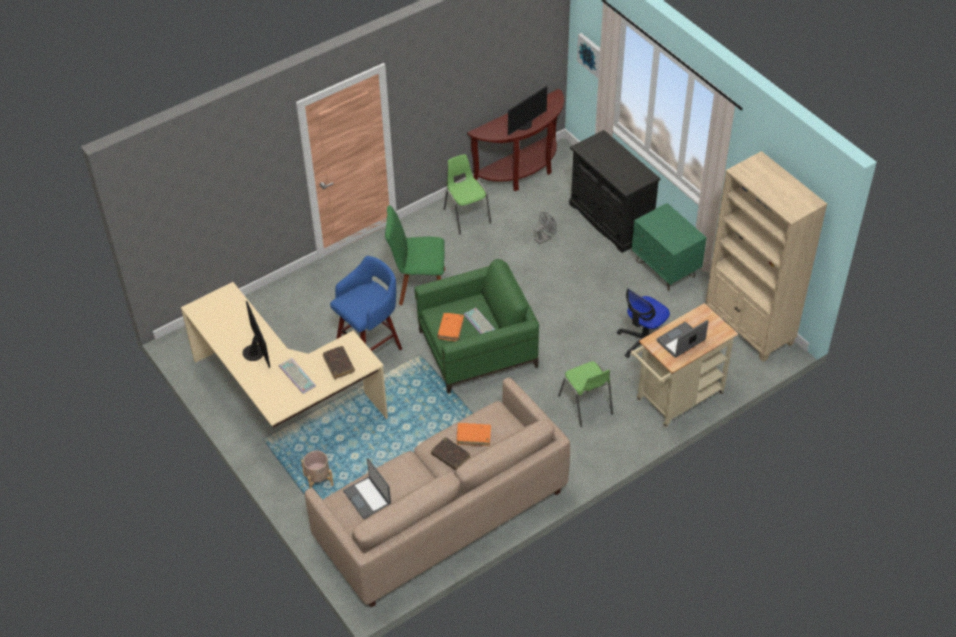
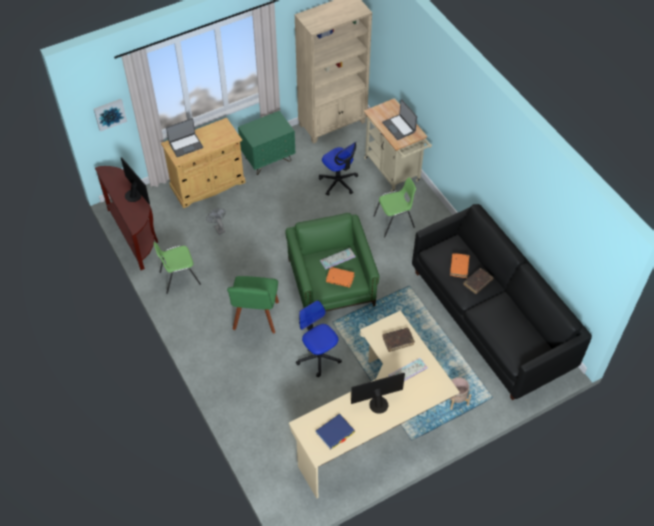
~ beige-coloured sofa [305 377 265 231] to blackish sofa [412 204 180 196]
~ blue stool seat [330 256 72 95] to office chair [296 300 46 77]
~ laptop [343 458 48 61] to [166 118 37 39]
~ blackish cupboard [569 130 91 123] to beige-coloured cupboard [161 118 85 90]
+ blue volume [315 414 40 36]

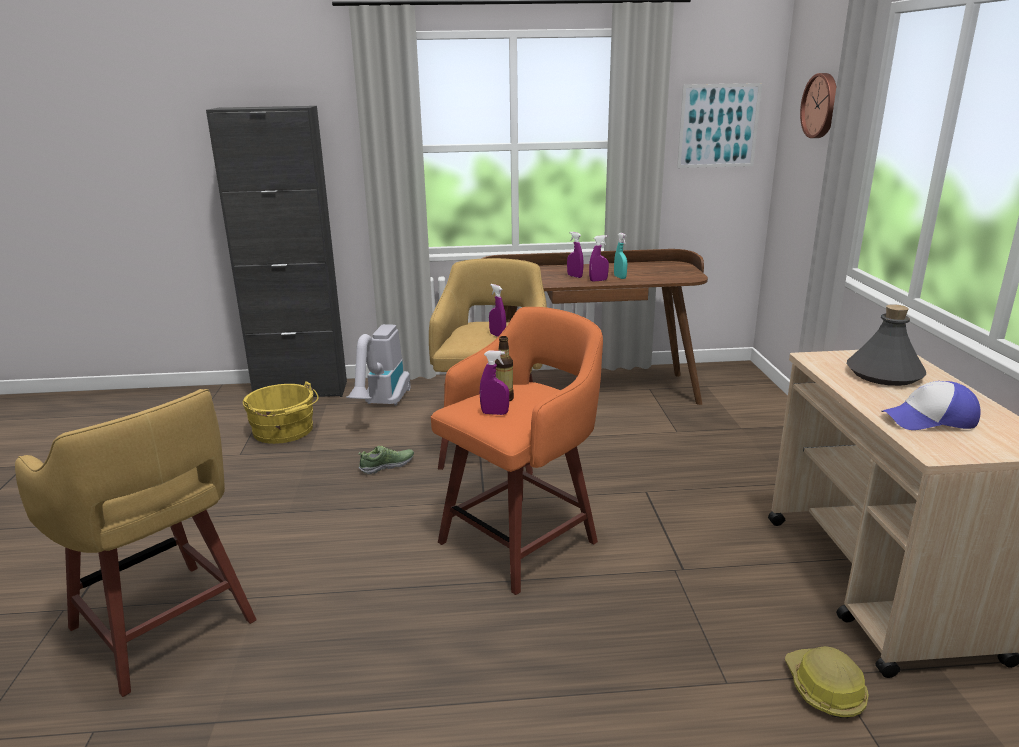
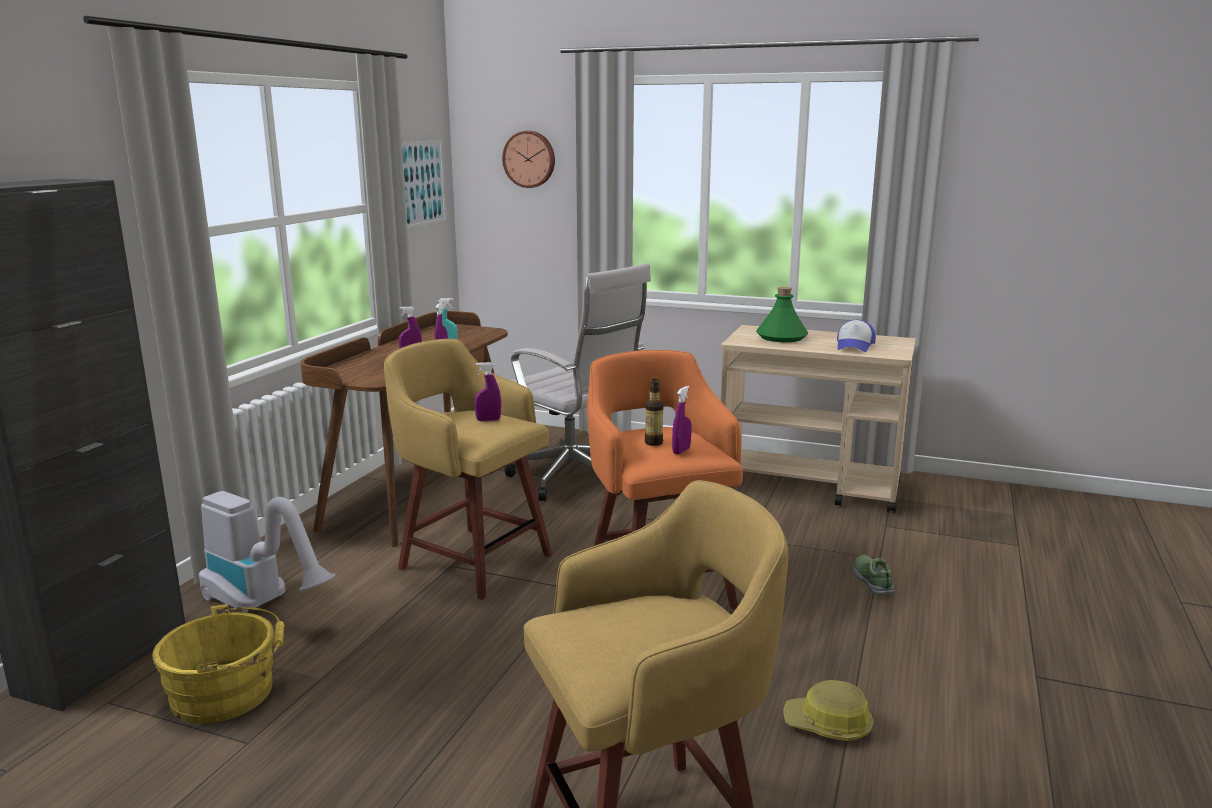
~ low shoe [359 446 55 29] to [853 555 42 40]
~ hard hat [785 646 84 72] to [783 680 91 61]
~ grey beverage bottle [847 304 79 82] to greenish beverage bottle [756 287 52 55]
+ white office chair [504 263 147 238]

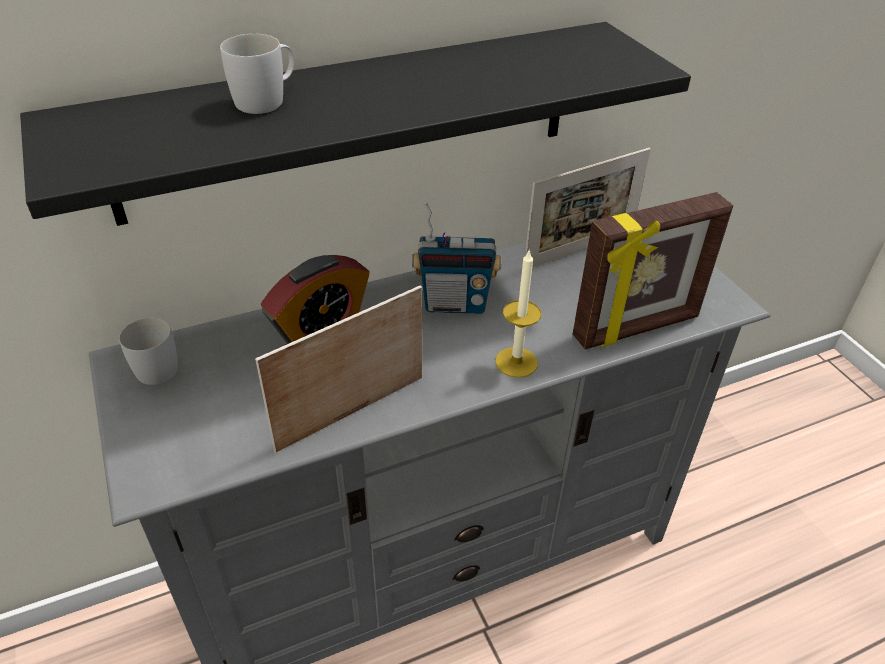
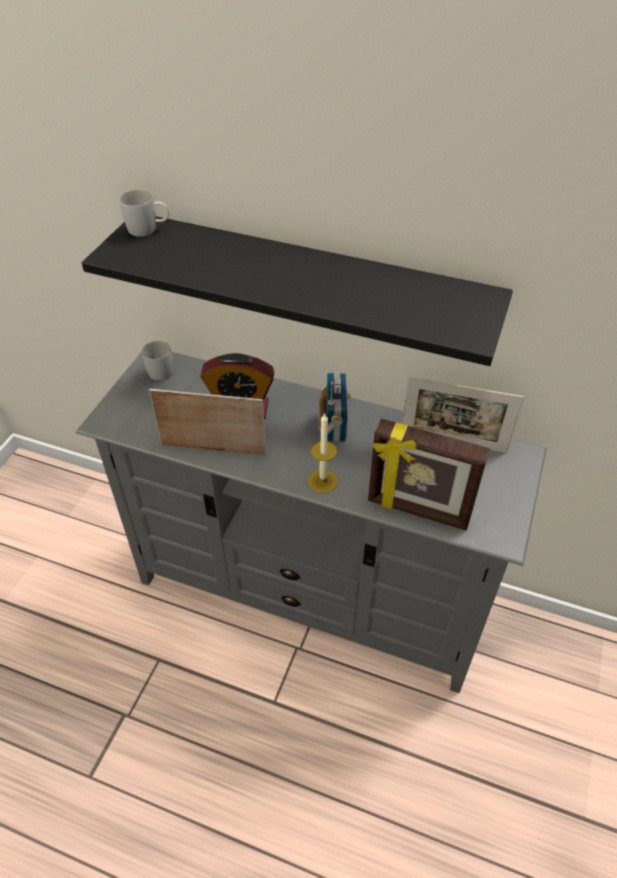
~ white mug [220 34 75 80] to [119 189 50 48]
~ radio receiver [412 202 89 112] = [319 373 31 69] 135 degrees counterclockwise

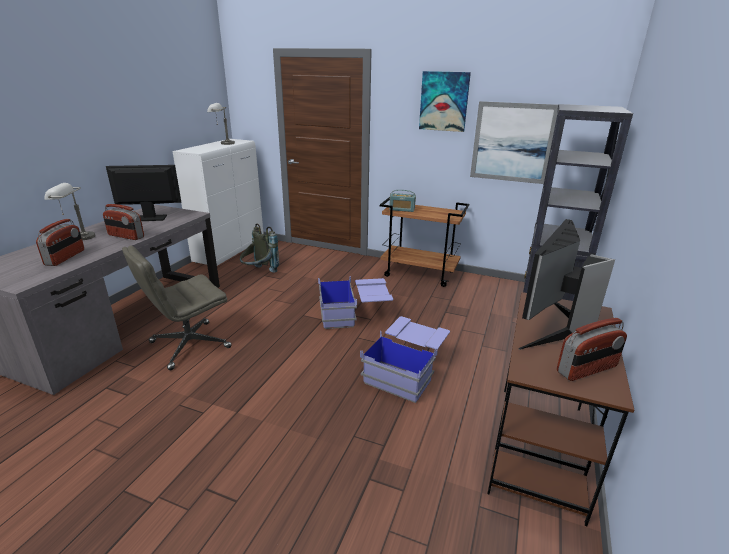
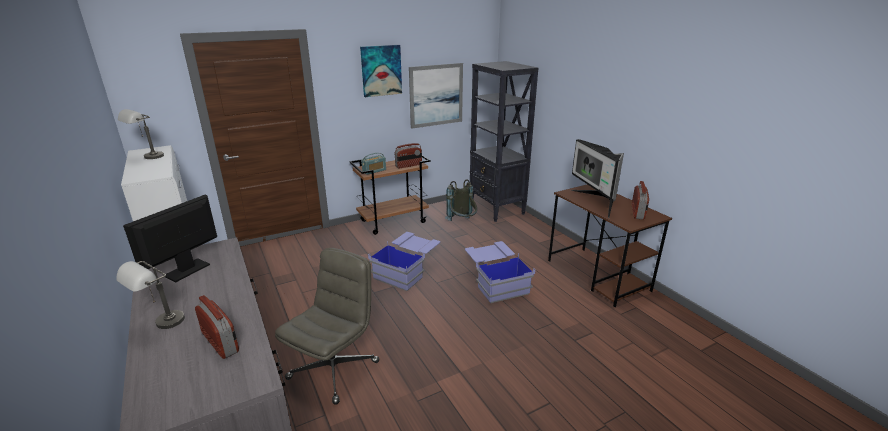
~ radio receiver [103 204 41 36] to [394 143 28 26]
~ grey office chair [122 245 110 125] = [275 248 105 157] 150 degrees counterclockwise
~ grey backpack [240 223 39 50] to [445 179 32 42]

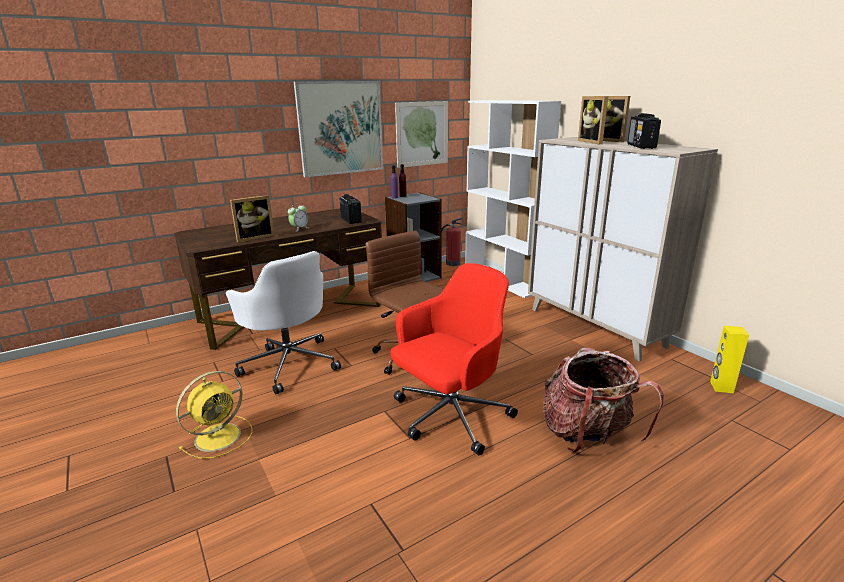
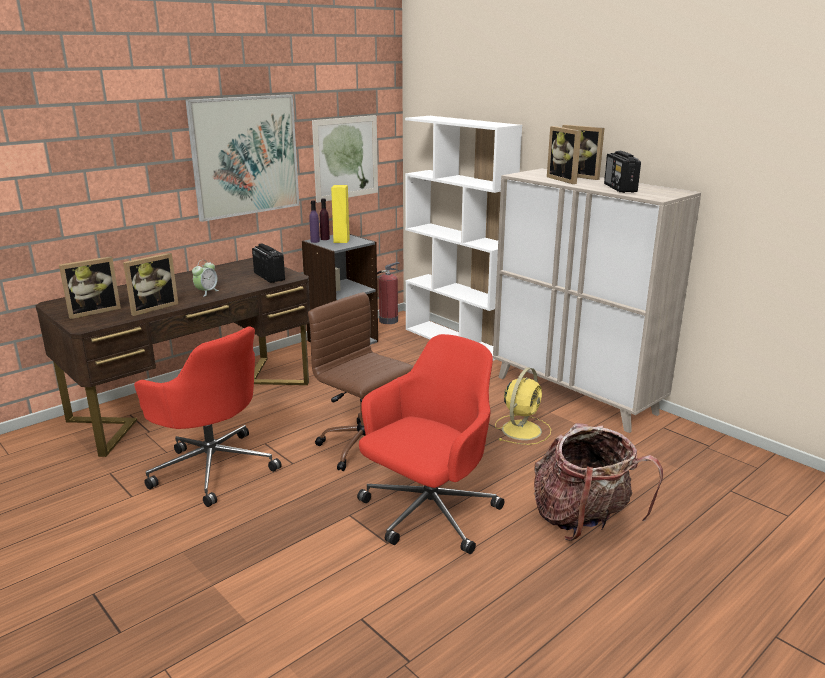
~ yellowish fan [176 371 76 88] to [495 368 56 77]
~ white office chair [226 251 115 143] to red office chair [134 326 148 181]
~ yellowish loudspeaker [710 326 39 68] to [331 185 19 58]
+ photo frame [59 256 62 63]

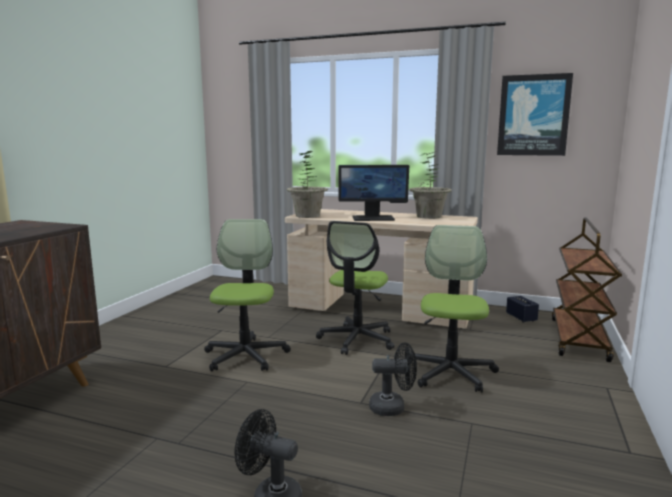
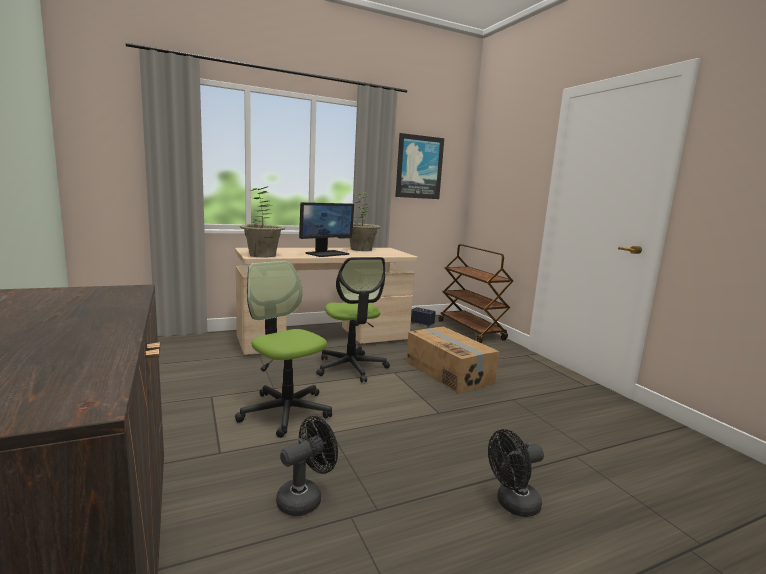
~ blackish fan [369 342 48 74] to [276 416 62 100]
~ office chair [409 225 90 168] to carton [406 327 93 66]

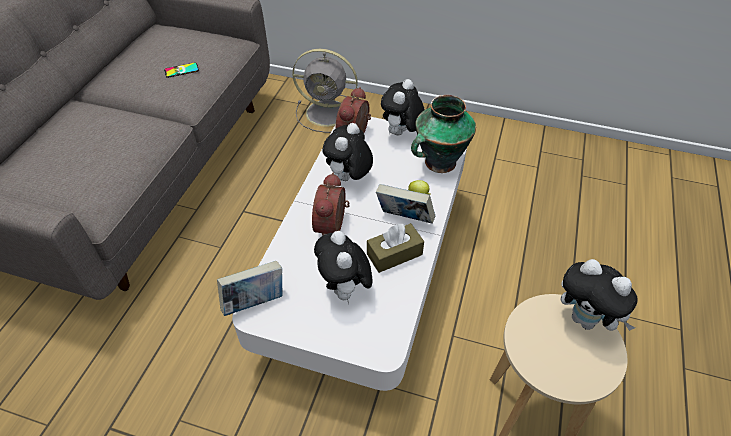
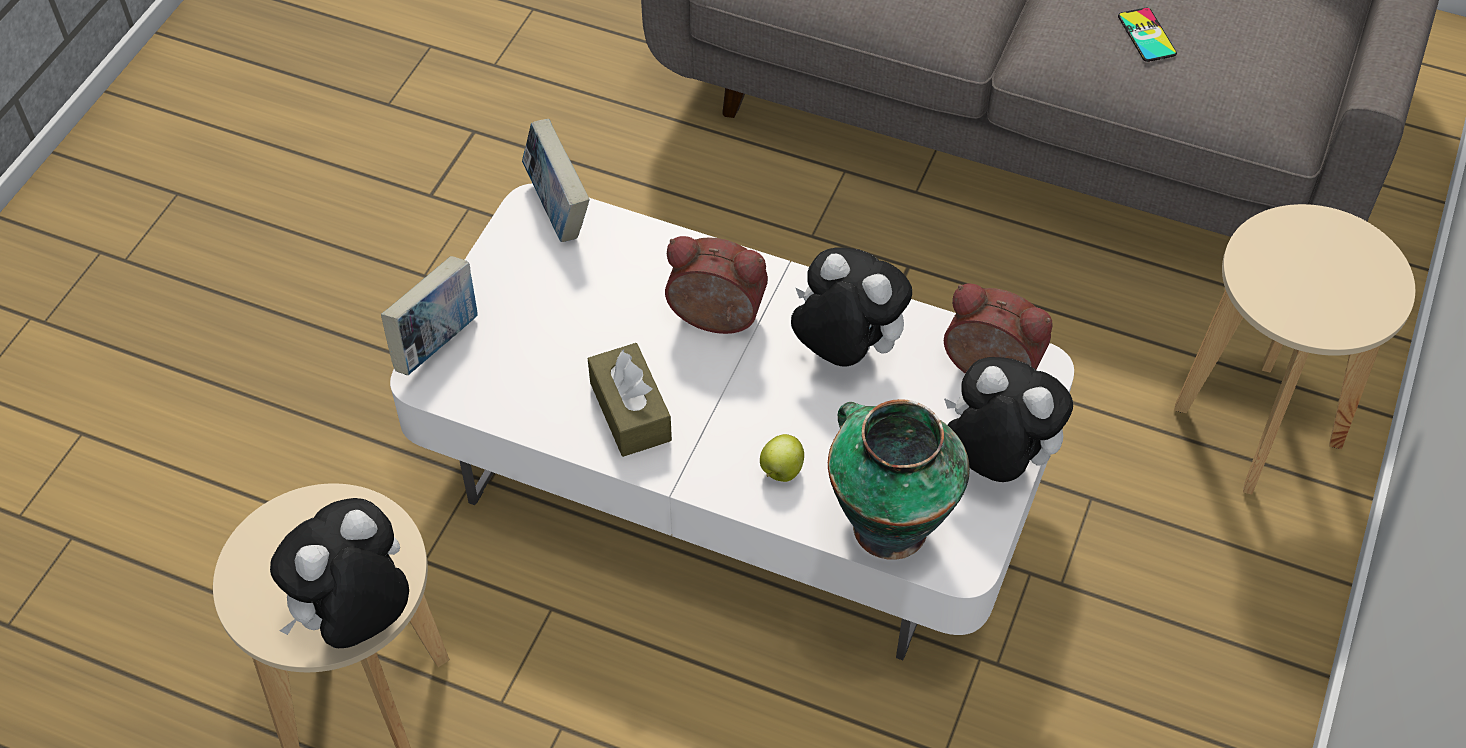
~ grey fan [292 49 66 84] to beige-coloured stool seat [1174 204 241 291]
- soft toy [314 231 58 74]
~ volume [376 184 59 39] to [381 256 97 119]

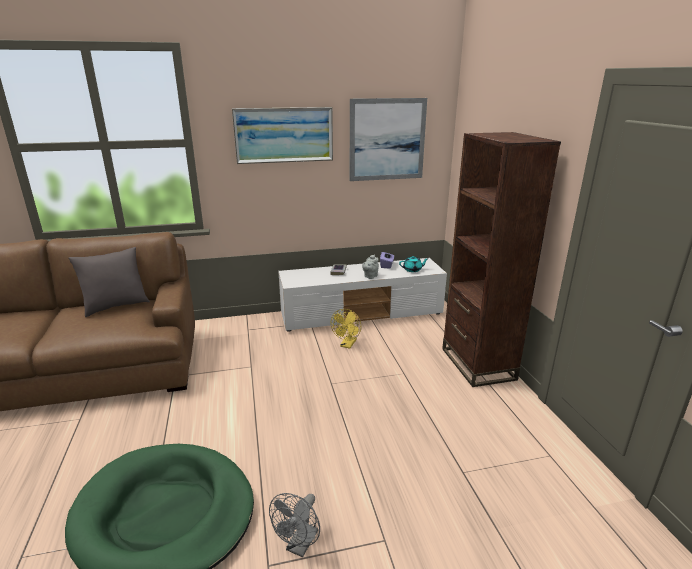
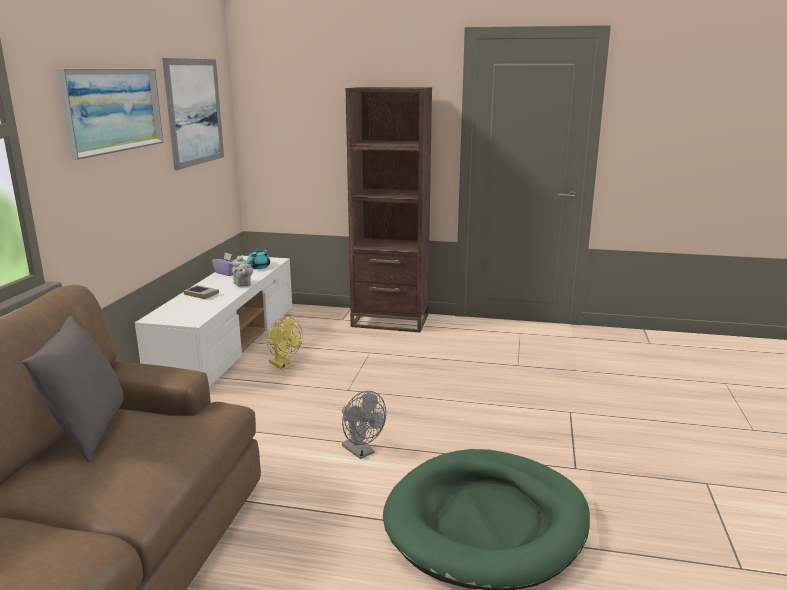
~ grey fan [269 493 51 64] to [342 391 44 68]

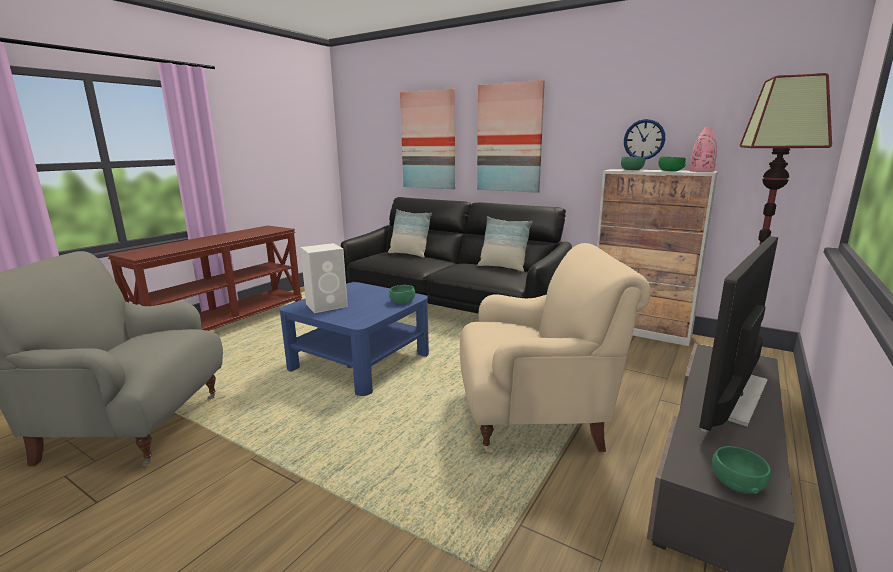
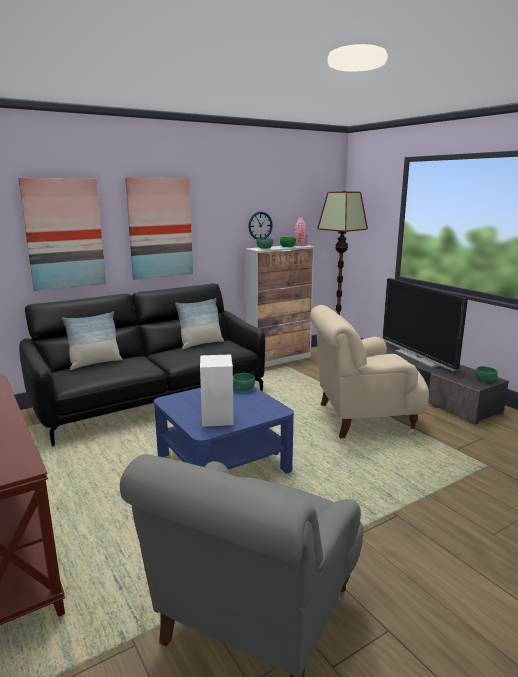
~ beige-coloured armchair [460 243 191 210] = [310 305 119 134] 120 degrees counterclockwise

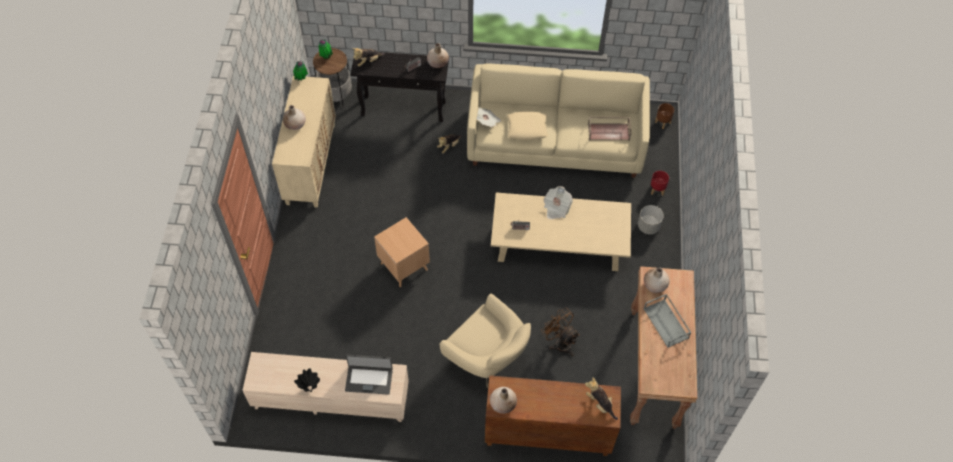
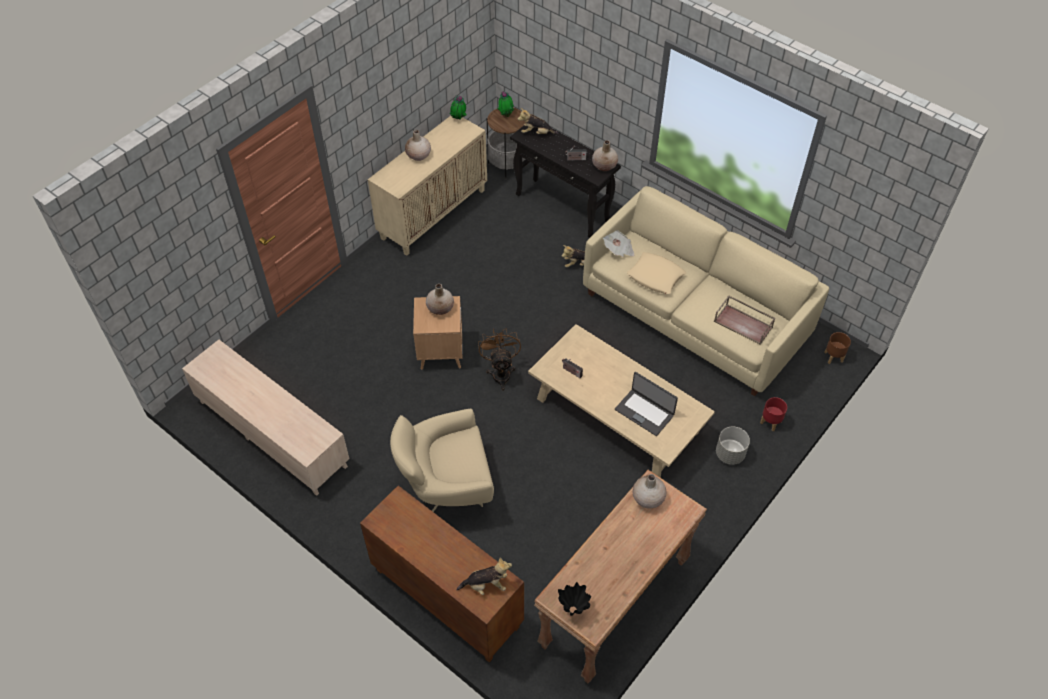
~ blackish decorative vase [294 368 26 24] to [558 582 33 34]
~ laptop [345 355 48 40] to [615 372 63 64]
~ beige-coloured armchair [440 293 91 90] = [390 409 104 103] 90 degrees clockwise
~ beige-coloured decorative vase [490 387 27 27] to [426 284 28 31]
~ brown fan [541 308 39 48] to [478 328 43 63]
- printed paper [543 186 30 33]
~ soft toy [585 377 33 43] = [457 557 55 38] 90 degrees clockwise
- grey serving tray [644 294 47 54]

